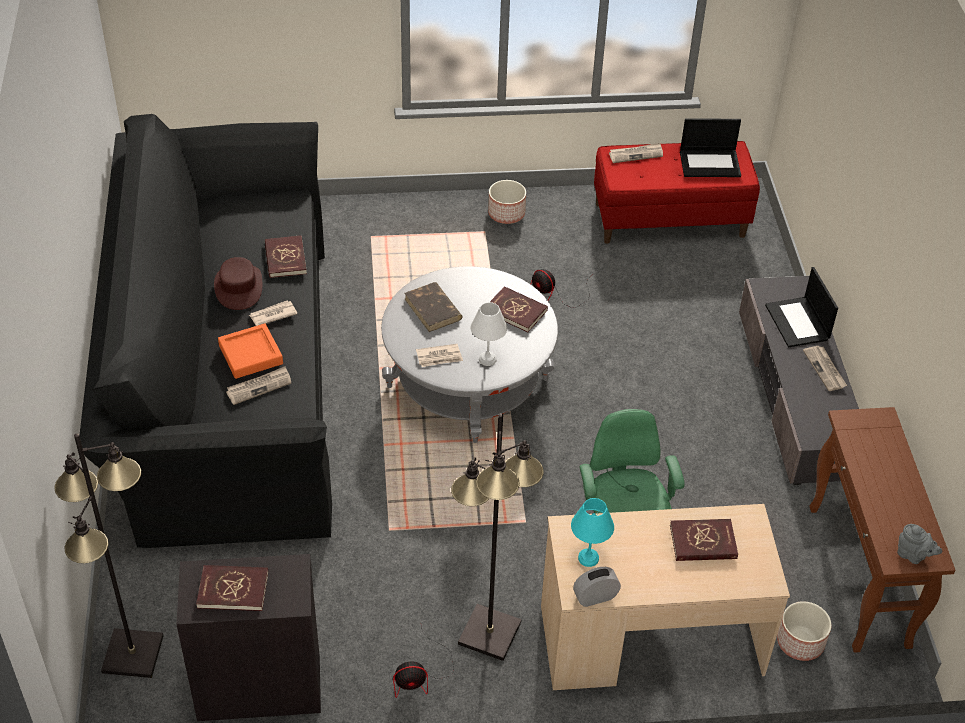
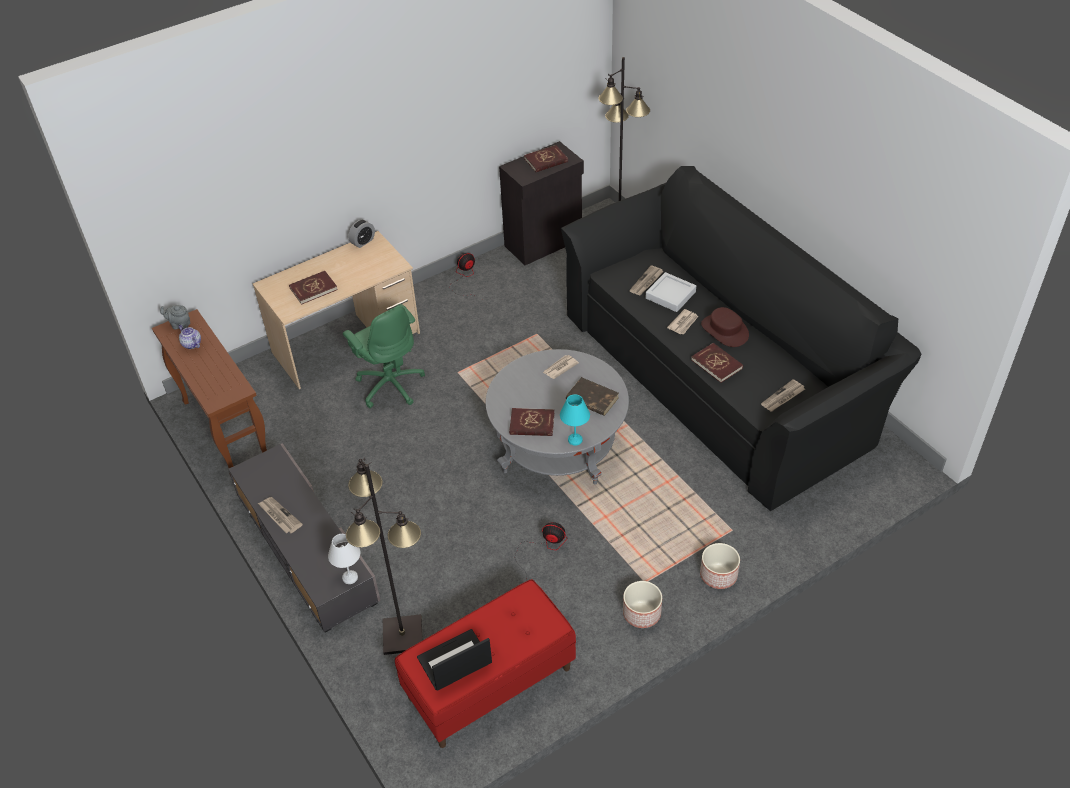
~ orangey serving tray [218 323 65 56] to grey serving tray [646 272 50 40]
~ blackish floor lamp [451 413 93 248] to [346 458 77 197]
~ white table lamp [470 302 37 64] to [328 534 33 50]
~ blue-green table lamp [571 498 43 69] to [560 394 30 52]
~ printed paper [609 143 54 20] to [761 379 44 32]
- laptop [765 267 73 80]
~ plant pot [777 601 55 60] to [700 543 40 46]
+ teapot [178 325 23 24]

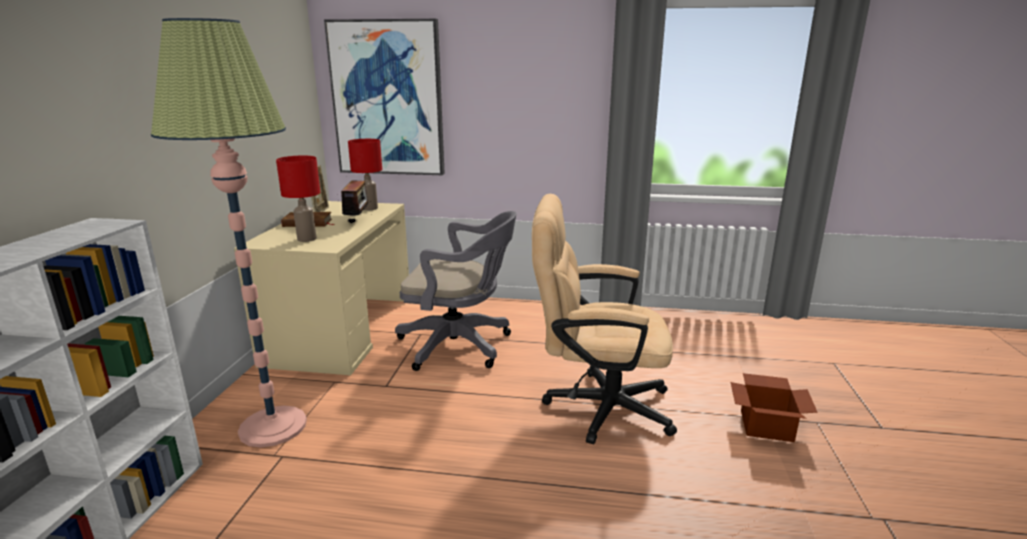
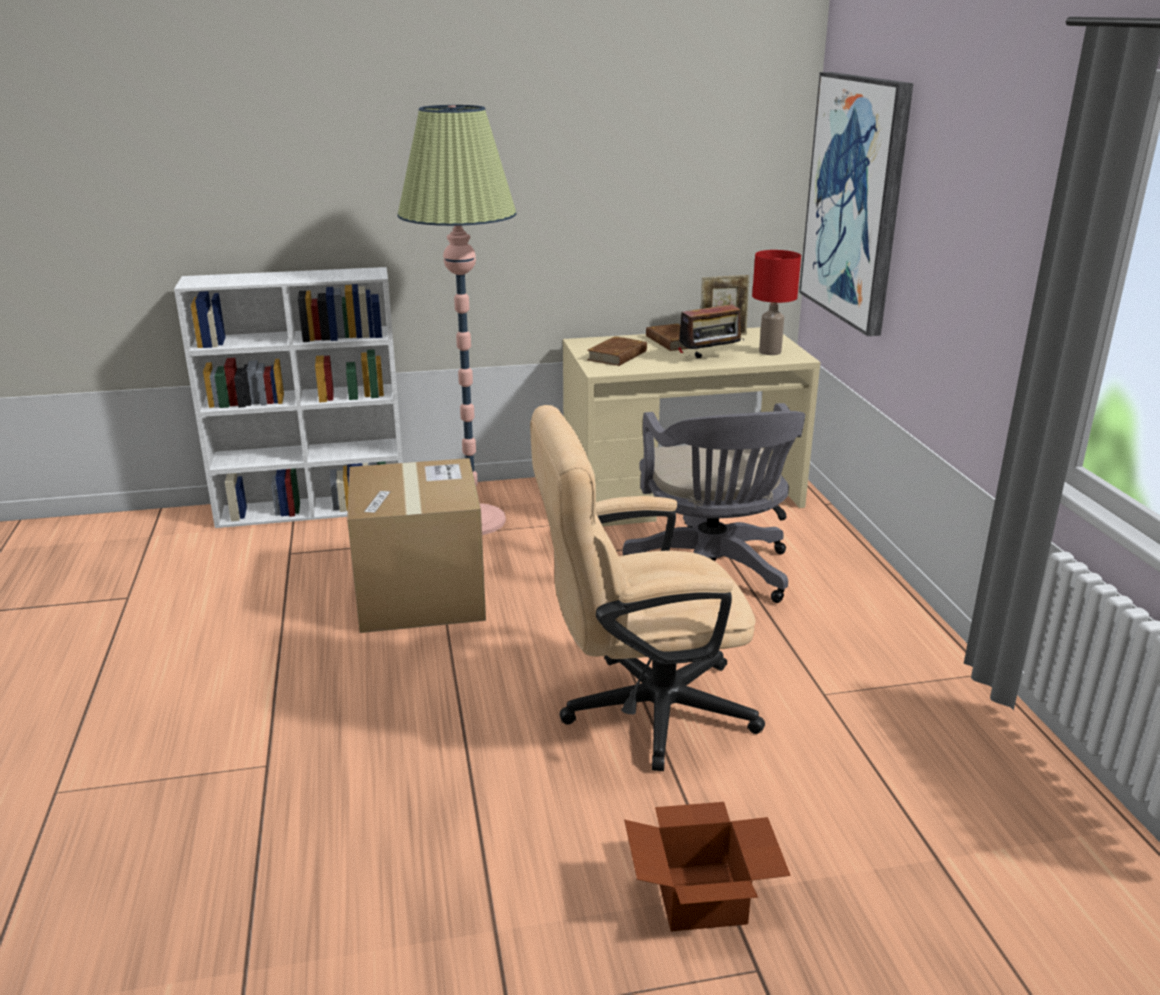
~ red table lamp [276 156 44 86] to brown volume [587 336 60 30]
~ beige-coloured office chair [532 194 145 250] = [530 405 235 366] 90 degrees counterclockwise
+ carton [347 458 139 175]

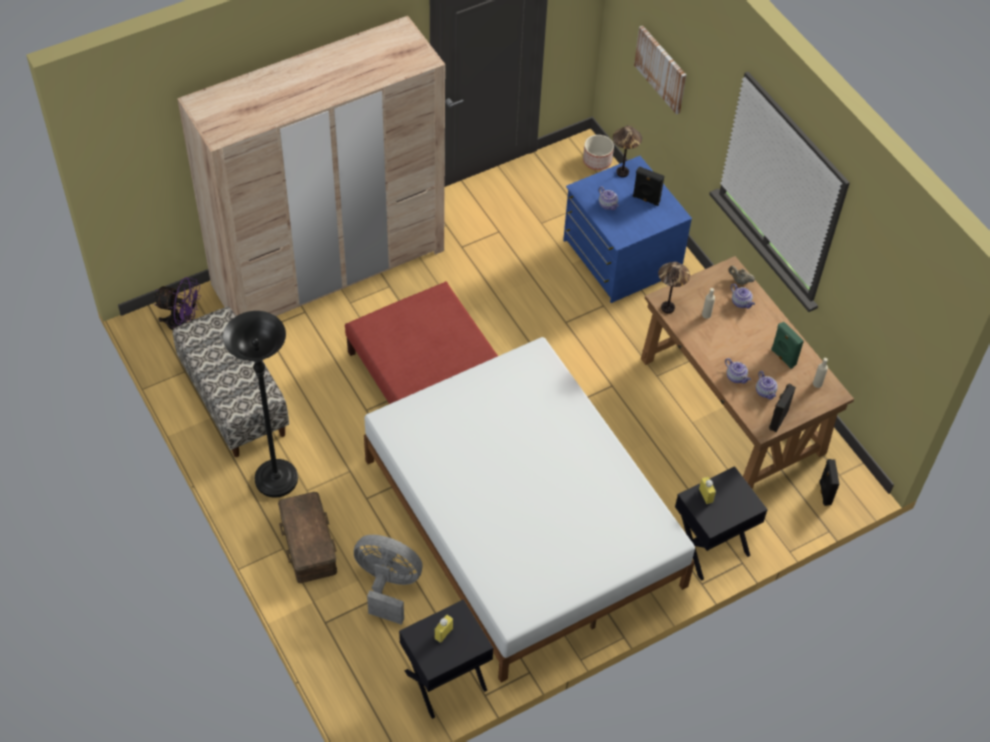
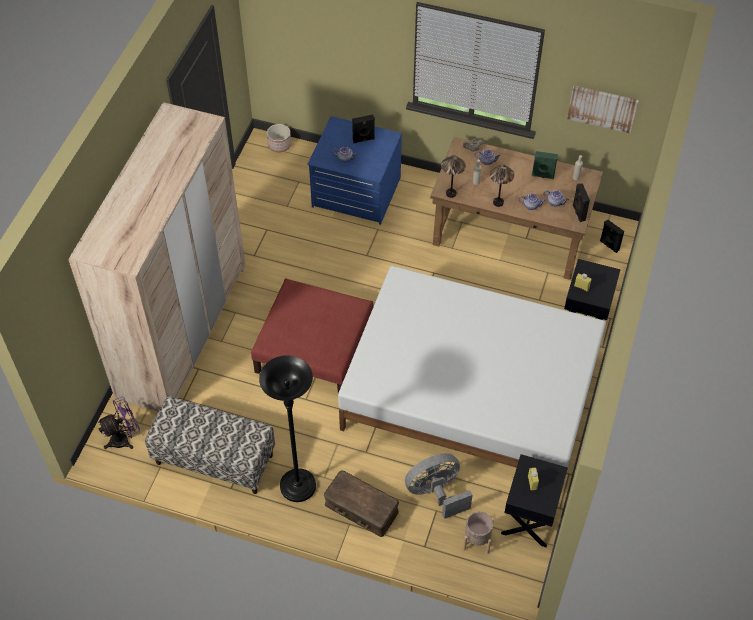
~ table lamp [613 125 29 52] to [490 164 24 43]
~ wall art [634 26 52 89] to [567 85 72 49]
+ beige-coloured plant pot [463 511 31 43]

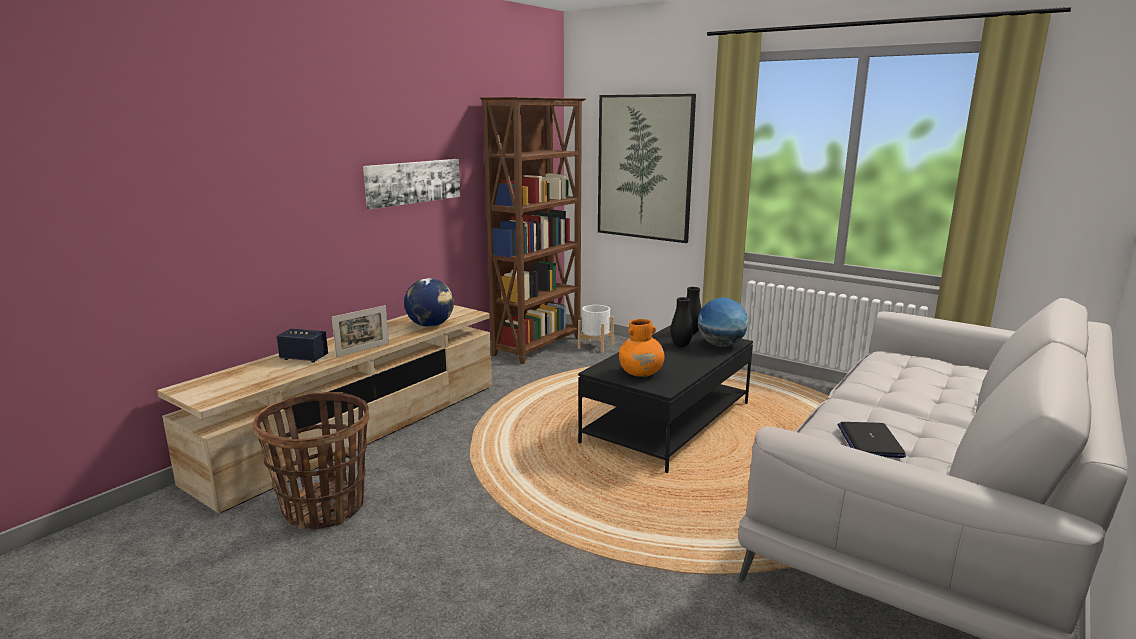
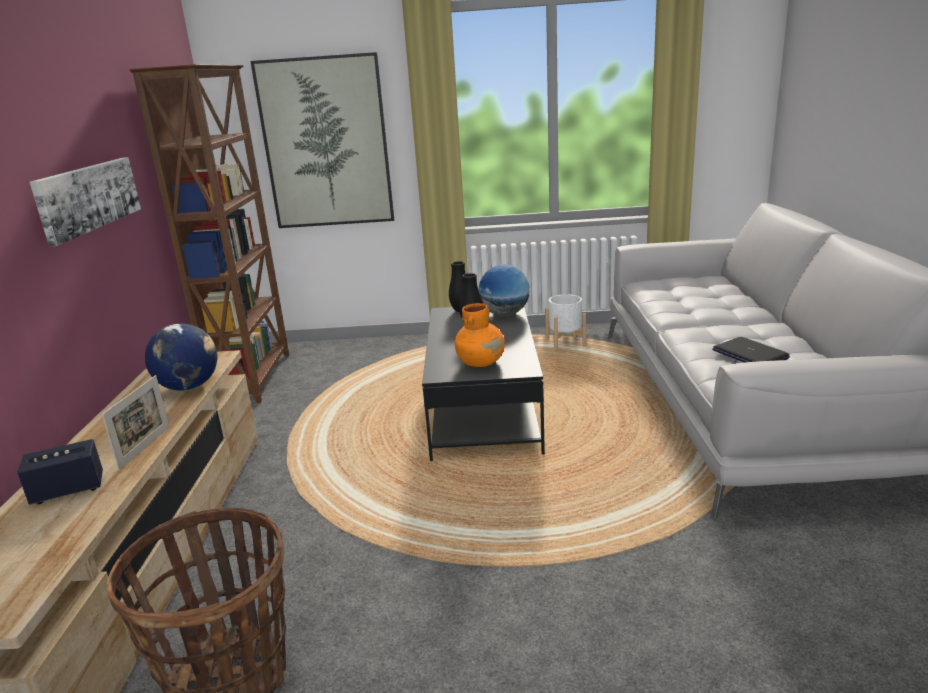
~ white plant pot [578 305 36 48] to [545 294 41 56]

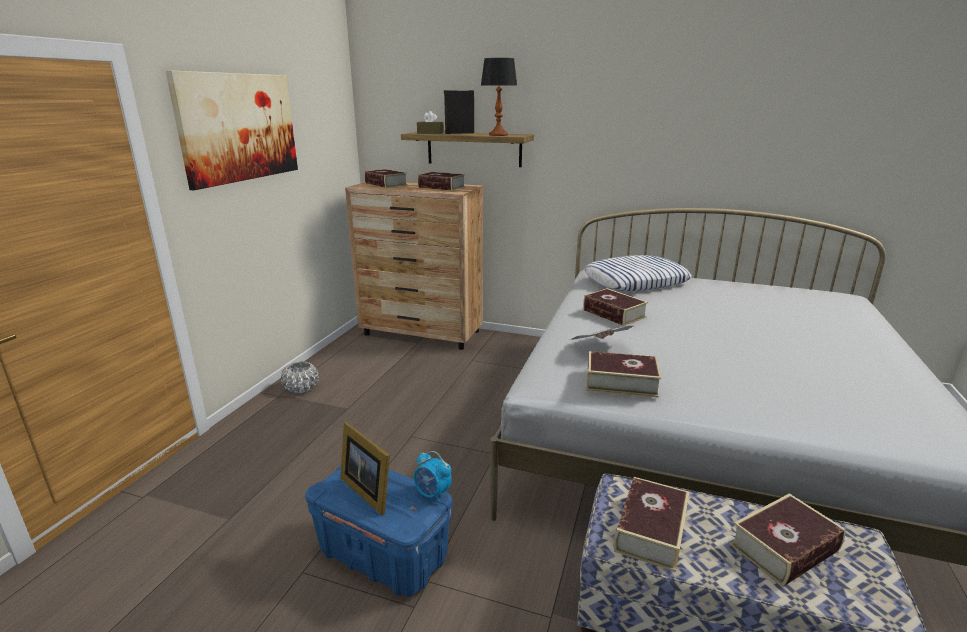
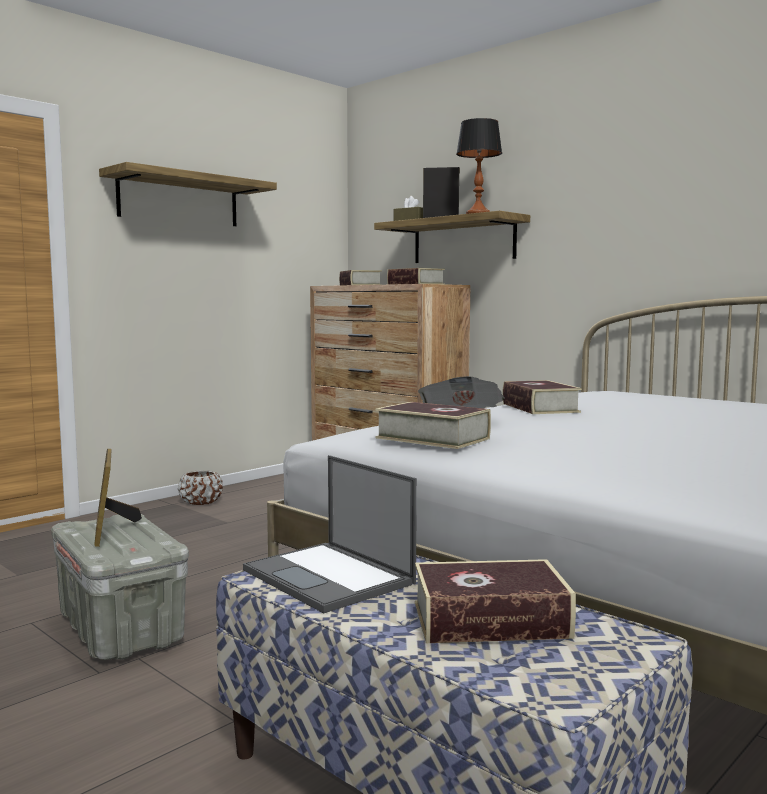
~ wall art [166 70 132 120] to shelf [99 162 178 64]
~ white plant pot [281 361 38 32] to brown plant pot [178 470 45 35]
~ blue storage box [305 465 147 131] to grey storage box [51 514 138 146]
- table clock [414 451 38 52]
- throw pillow [584 255 108 36]
~ volume [614 477 76 95] to laptop [243 455 174 158]

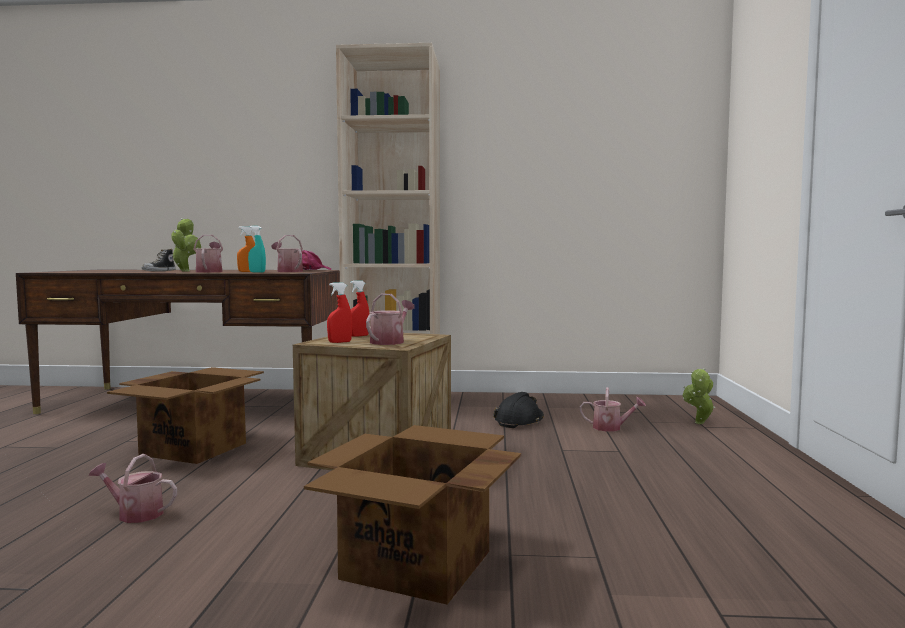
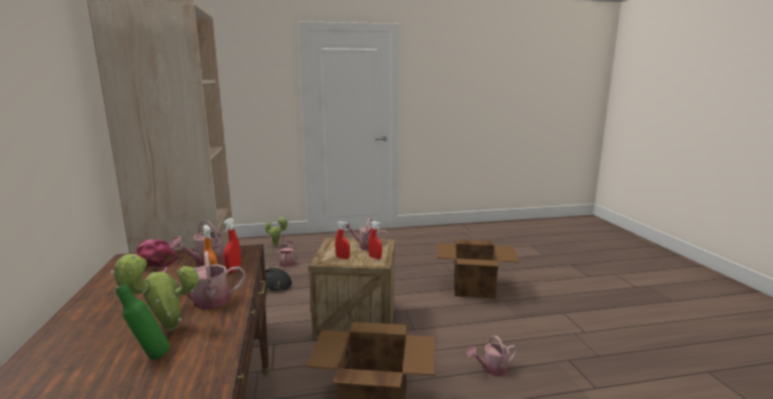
~ watering pot [89 454 88 69] = [467 335 50 41] 75 degrees clockwise
~ low shoe [142 249 34 22] to greenish beverage bottle [116 284 54 76]
~ blue-green sprayer [248 226 18 47] to red sprayer [223 218 18 55]

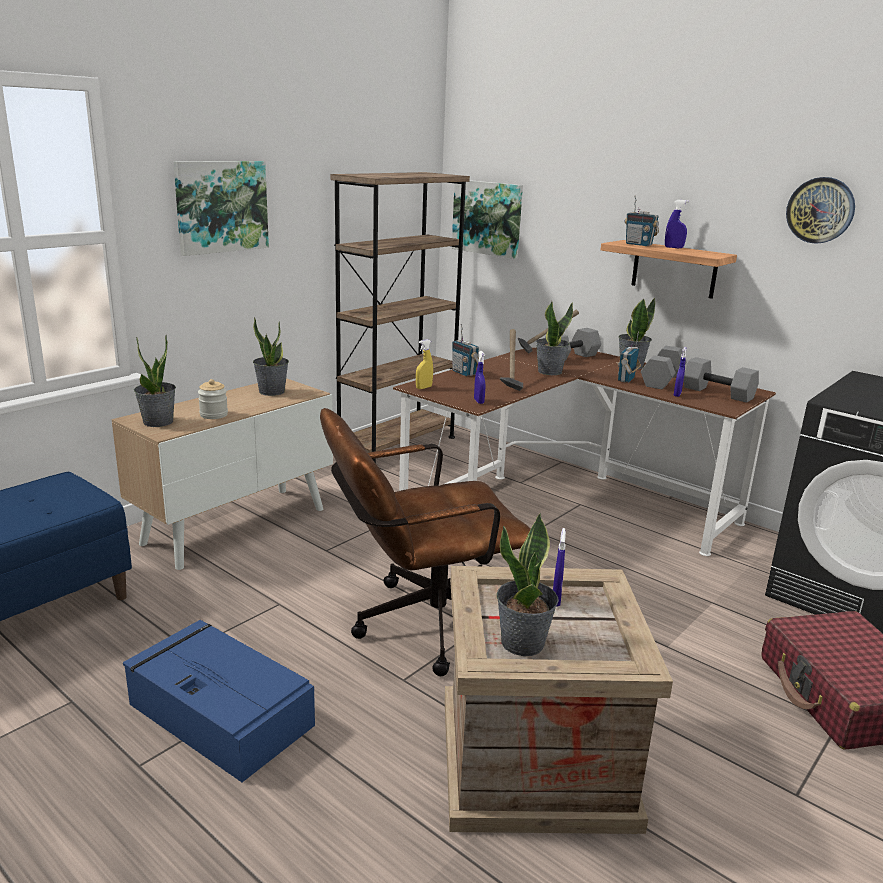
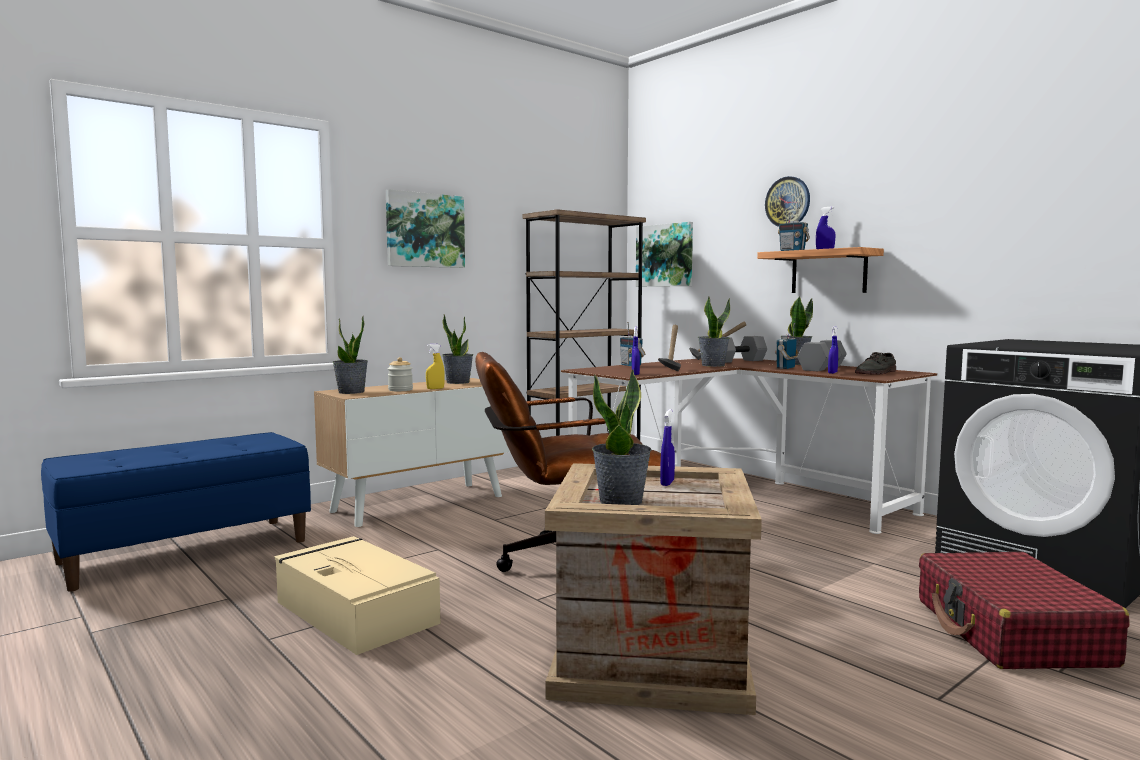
~ blue storage box [123 620 192 162] to beige-coloured storage box [274 536 166 119]
~ yellowish sprayer [416 339 17 50] to [426 344 19 45]
~ grey free weight [684 357 75 46] to grey low shoe [855 352 41 23]
~ clock on the wall [786 177 69 67] to [765 176 45 51]

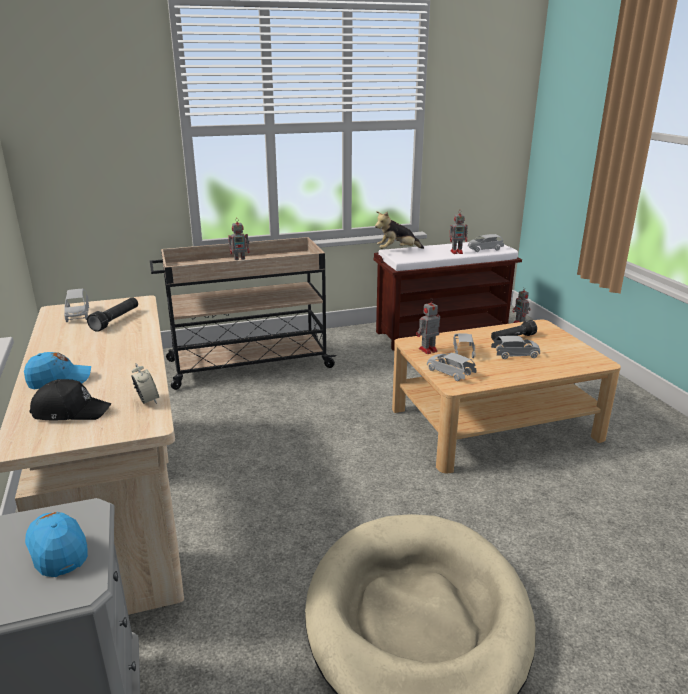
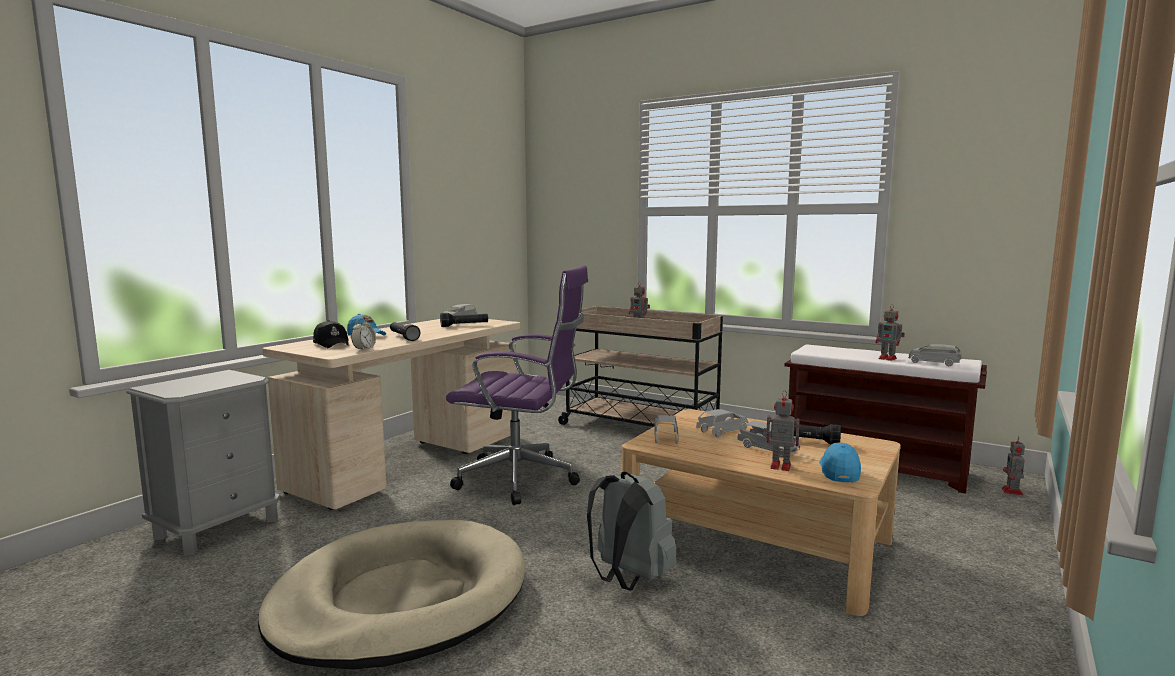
~ blue baseball cap [25 512 63 65] to [819 443 42 40]
- soft toy [375 211 49 38]
~ model robot [416 299 24 55] to [763 390 37 81]
+ blackish torch [390 322 30 19]
+ purple office chair [446 266 142 239]
+ grey backpack [587 472 89 119]

